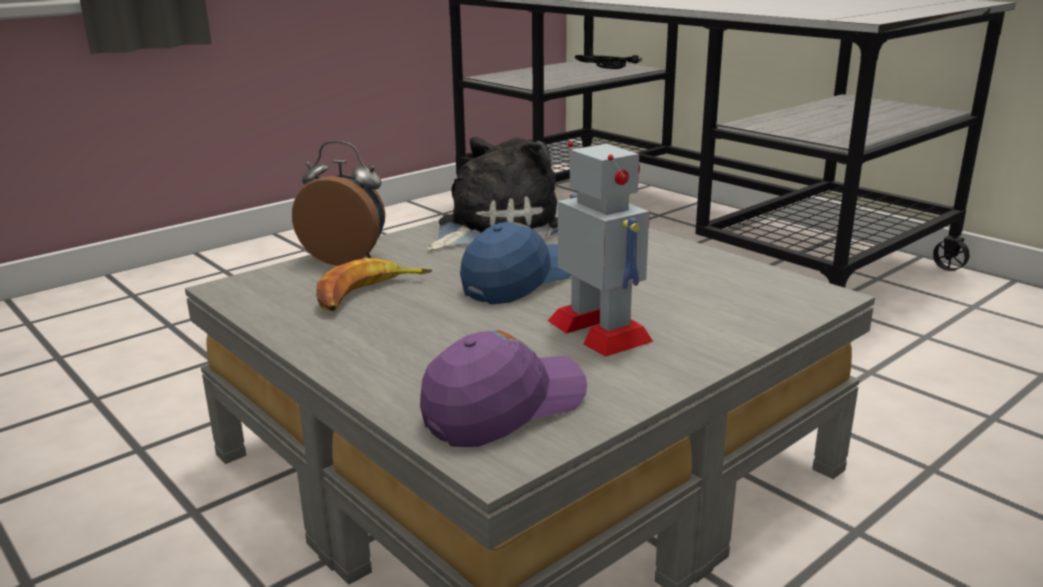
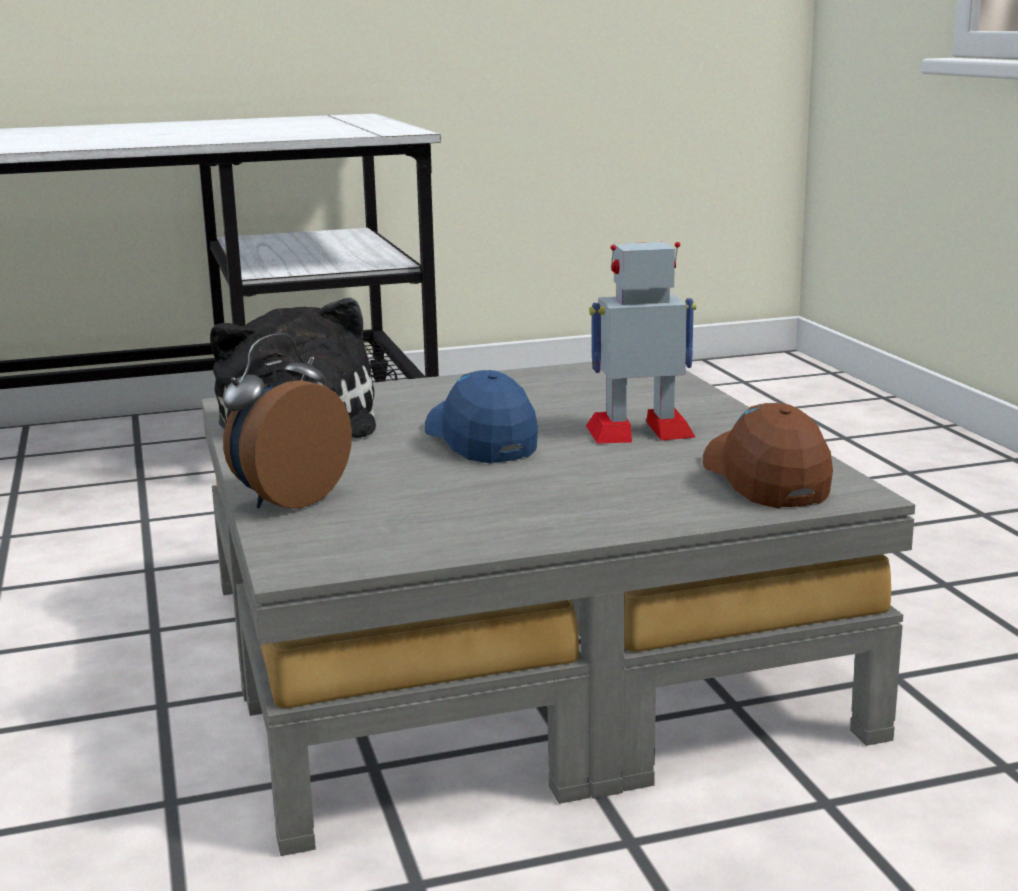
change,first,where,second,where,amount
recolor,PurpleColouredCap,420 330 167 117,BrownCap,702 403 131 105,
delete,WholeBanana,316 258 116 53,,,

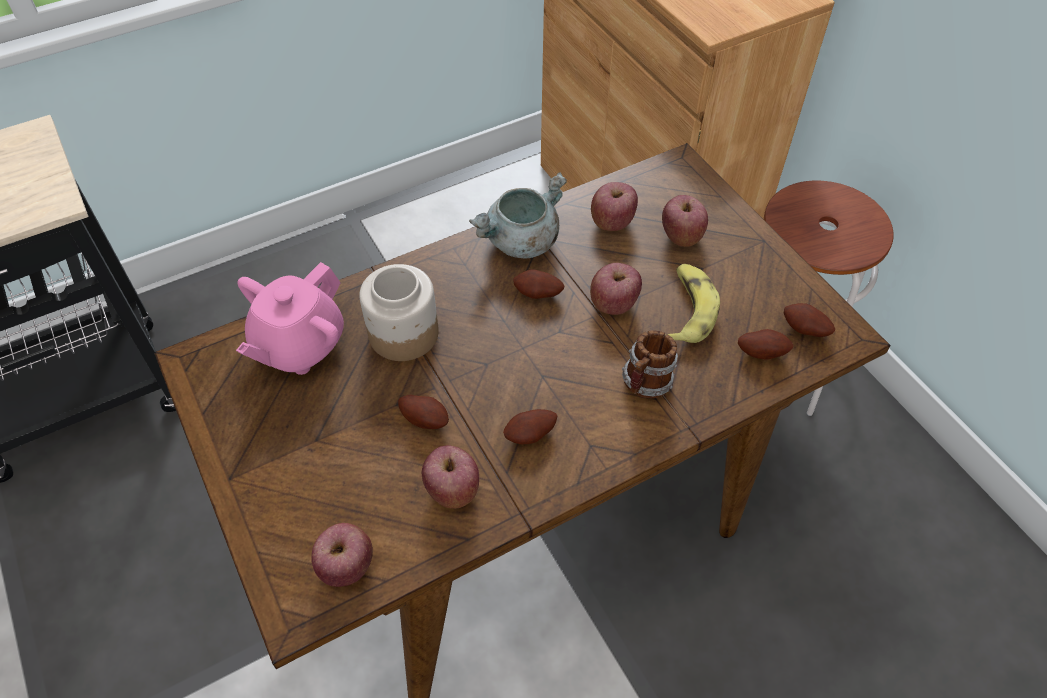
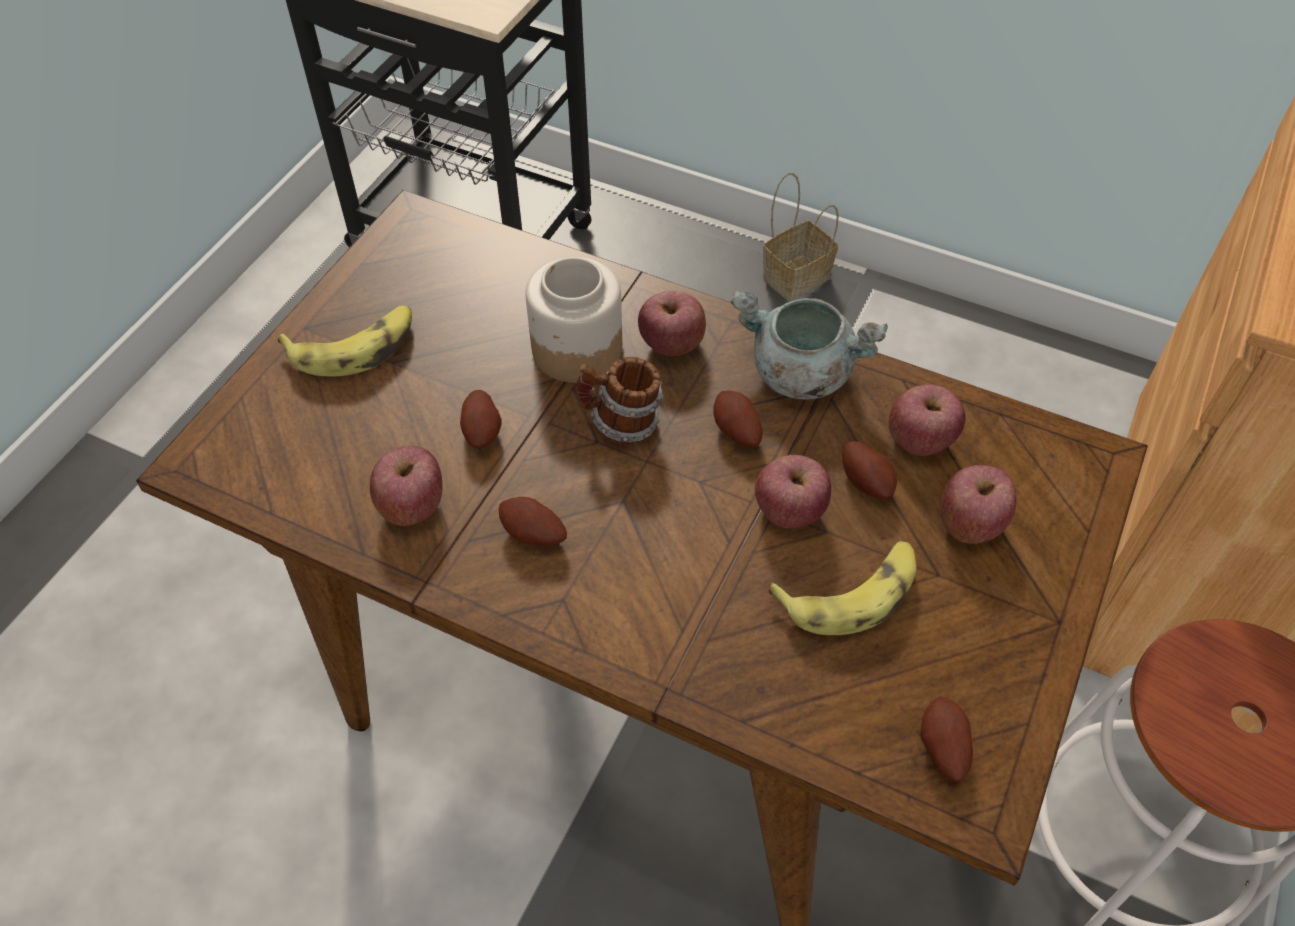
change,first,where,second,where,amount
insert,,,WholeBanana,278 305 134 71,
move,CoffeeMug,622 330 56 69,,577 357 86 88,
move,AppleFruit,311 523 62 64,,638 291 68 65,
insert,,,Basket,763 173 76 128,
move,Potato,738 329 55 30,,843 441 54 58,
delete,PinkishTeapot,236 262 108 113,,,

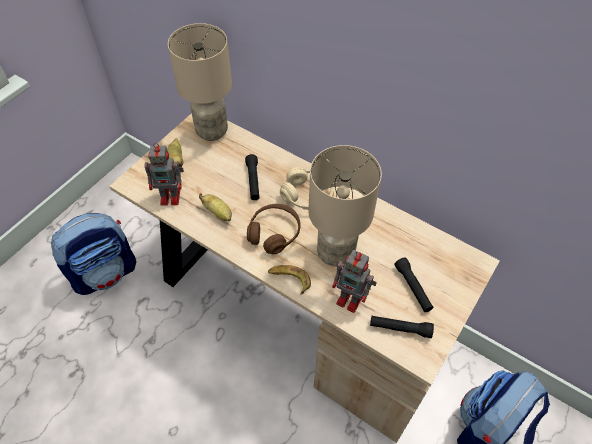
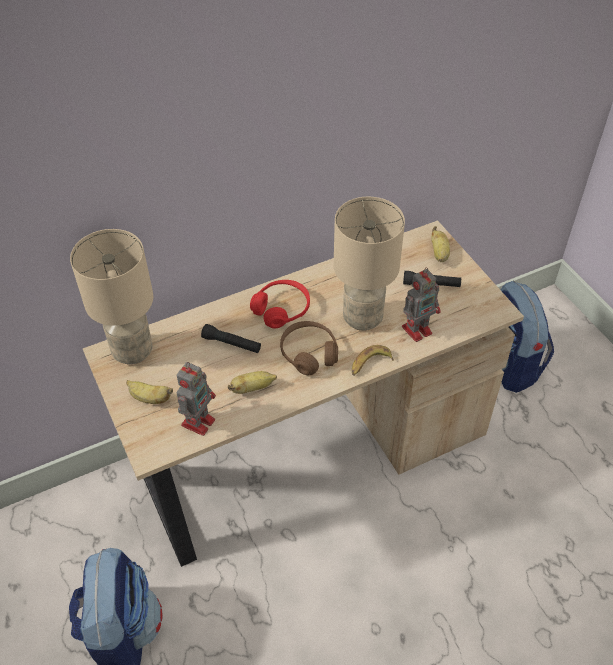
change,first,where,second,where,amount
recolor,BeigeColouredHeadset,280 167 54 43,RedColouredHeadset,250 280 60 48,
insert,,,WholeBanana,431 226 19 36,
delete,BlackishTorch,370 315 64 23,,,

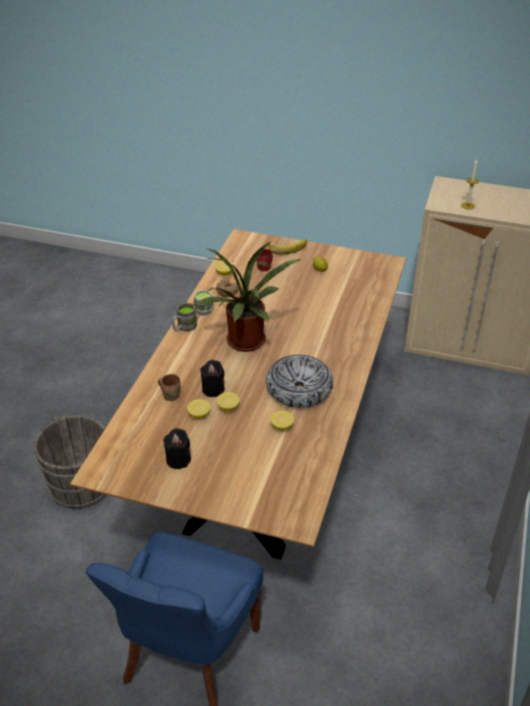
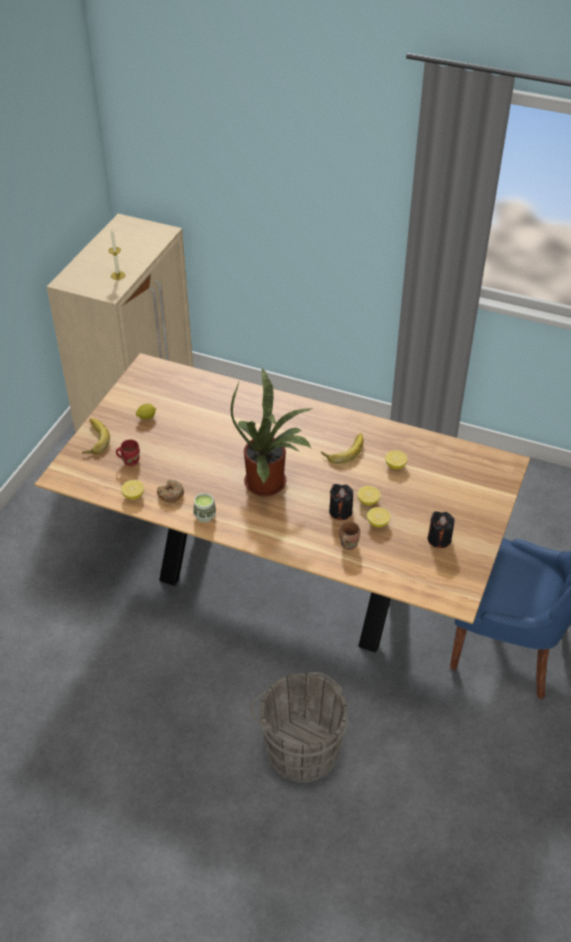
change,first,where,second,where,amount
replace,DeepDish,266 355 67 53,WholeBanana,321 433 43 31,
delete,BrownCoffeeMug,172 302 25 30,,,

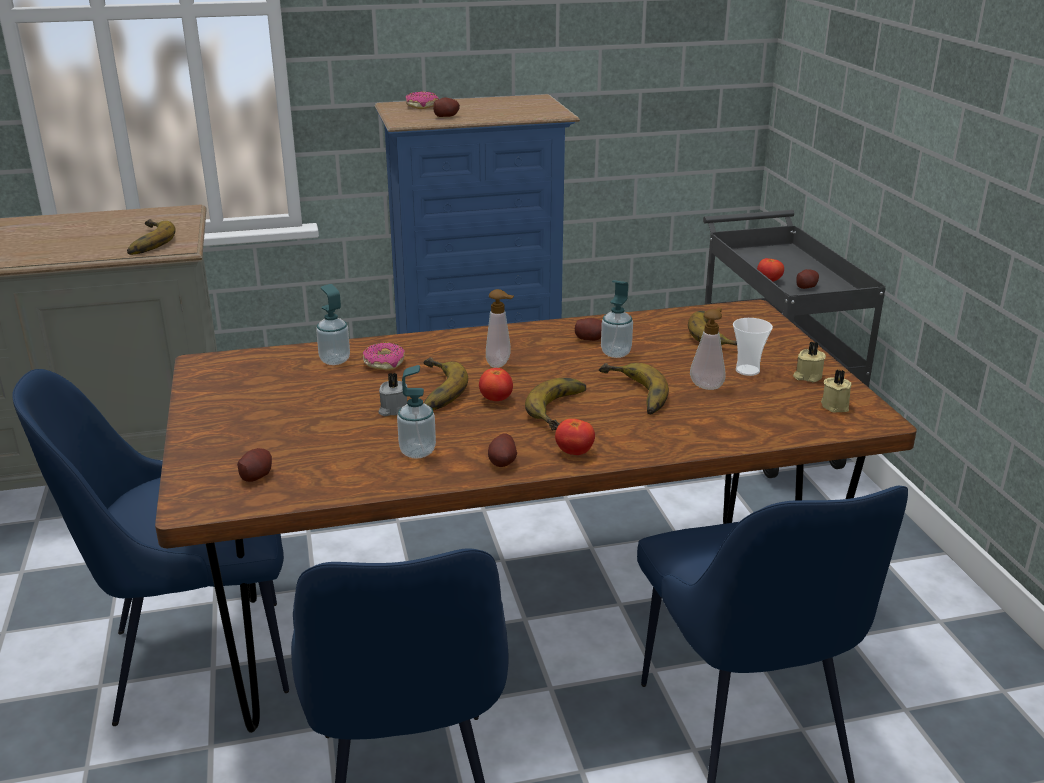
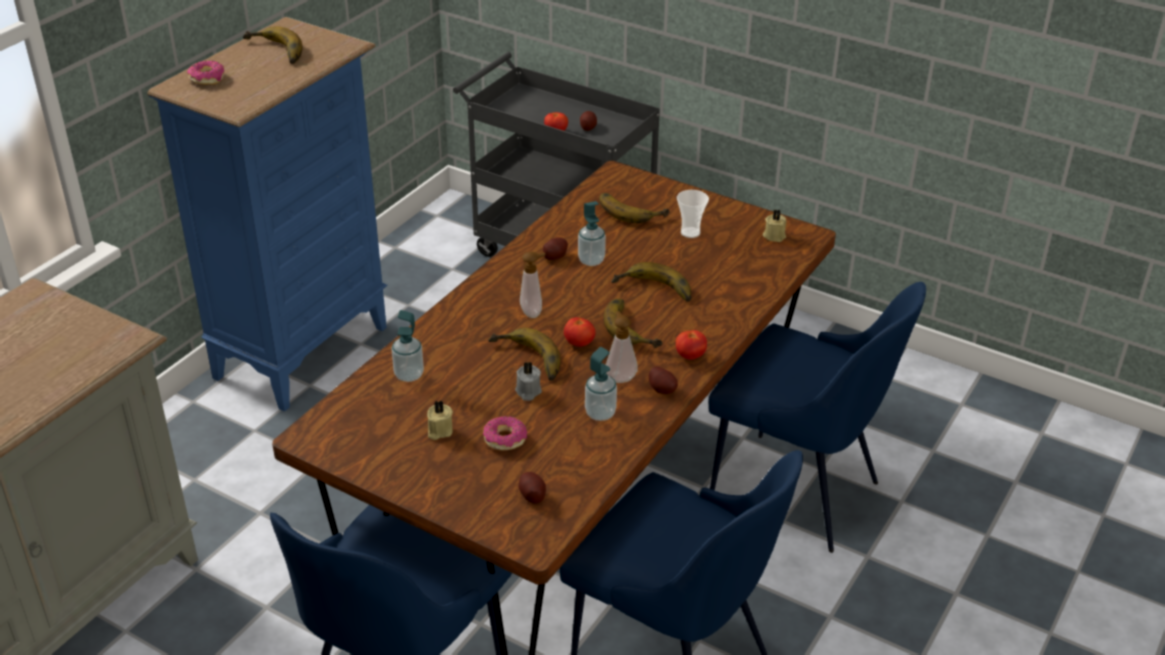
change,first,where,second,where,amount
move,WholeBanana,127 219 49 36,,243 26 60 38,
move,BeigeColouredWaxCandle,793 341 33 41,,427 401 26 39,
move,RingDoughnut,363 342 42 29,,483 416 44 34,
move,SoapBottle,690 308 36 82,,606 311 32 72,
delete,Potato,433 97 27 20,,,

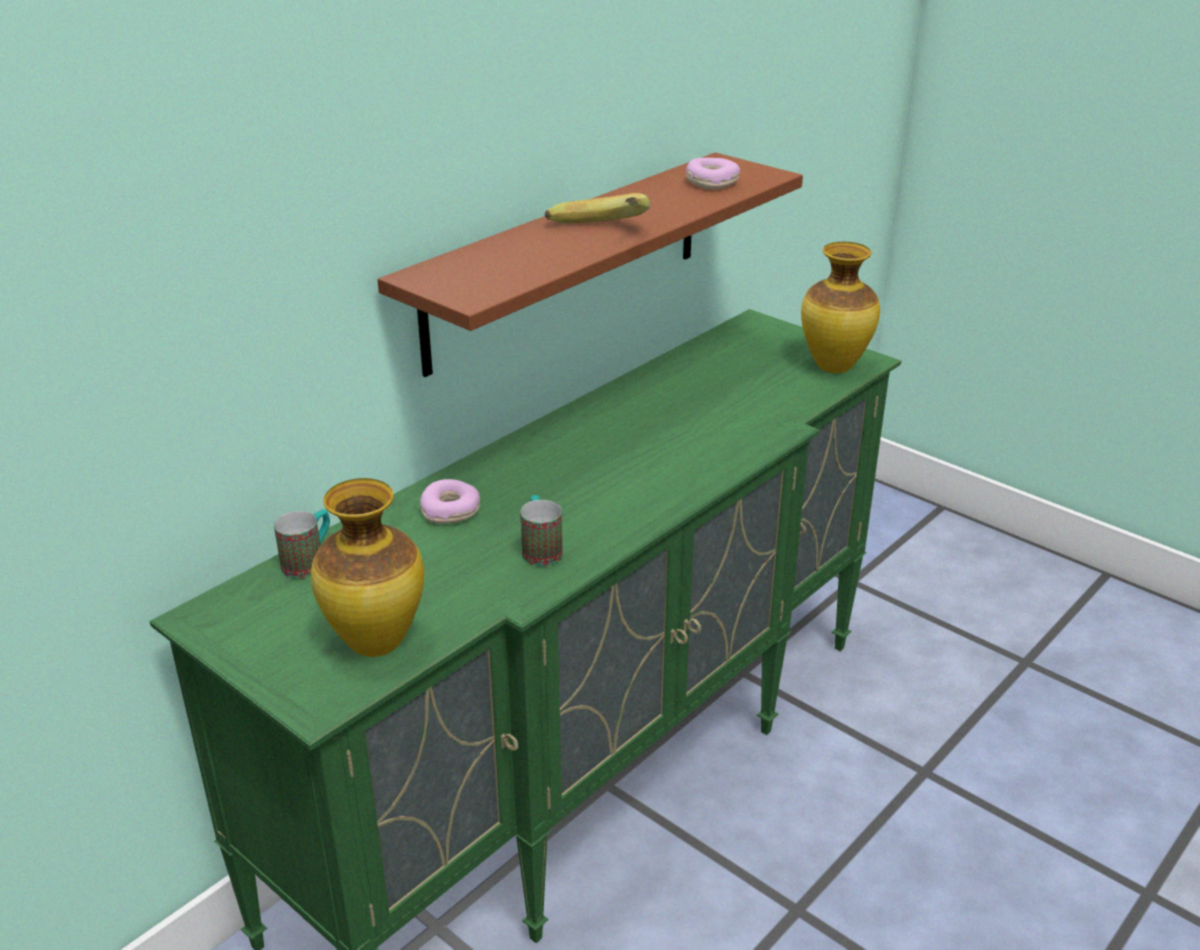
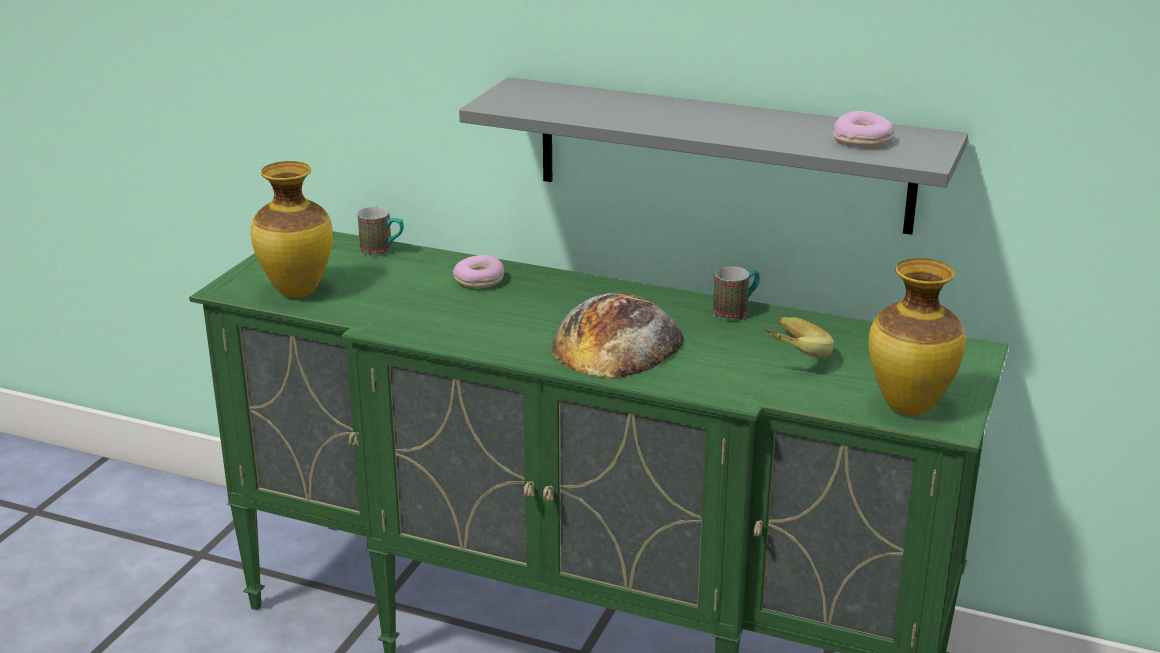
change,first,where,second,where,amount
recolor,BrownShelf,378 152 425 225,GreyShelf,459 77 509 158,
insert,,,Bread,551 292 134 87,
move,CoffeeMug,520 495 43 72,,713 266 47 55,
move,WholeBanana,545 193 105 30,,762 317 72 41,

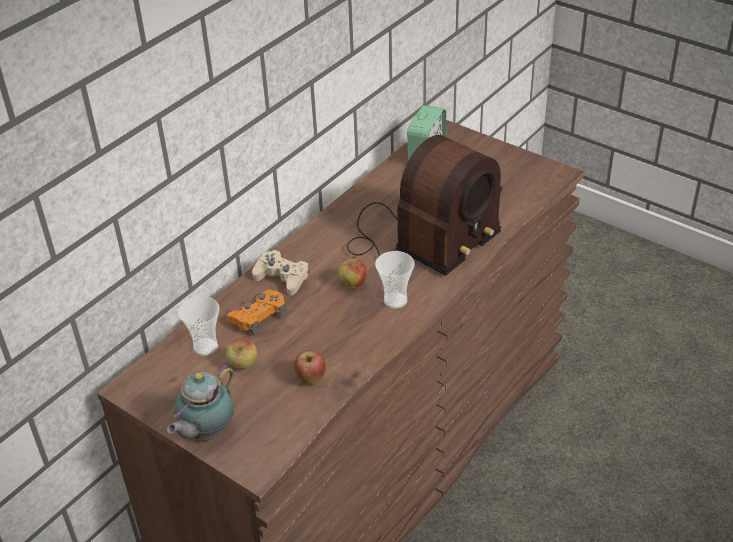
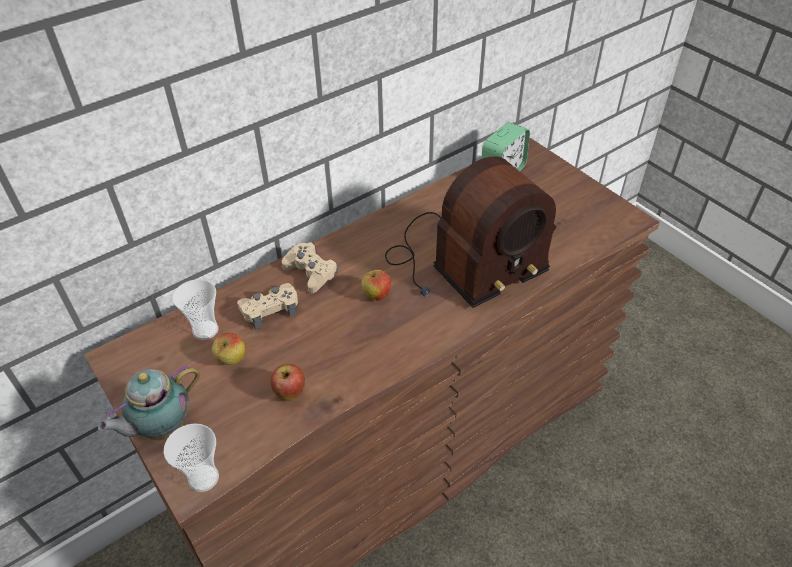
change,first,where,second,where,amount
move,DrinkingCup,375 251 40 58,,164 423 55 69,
recolor,OrangeColouredJoypad,227 290 59 46,BeigeColouredJoypad,237 283 61 47,

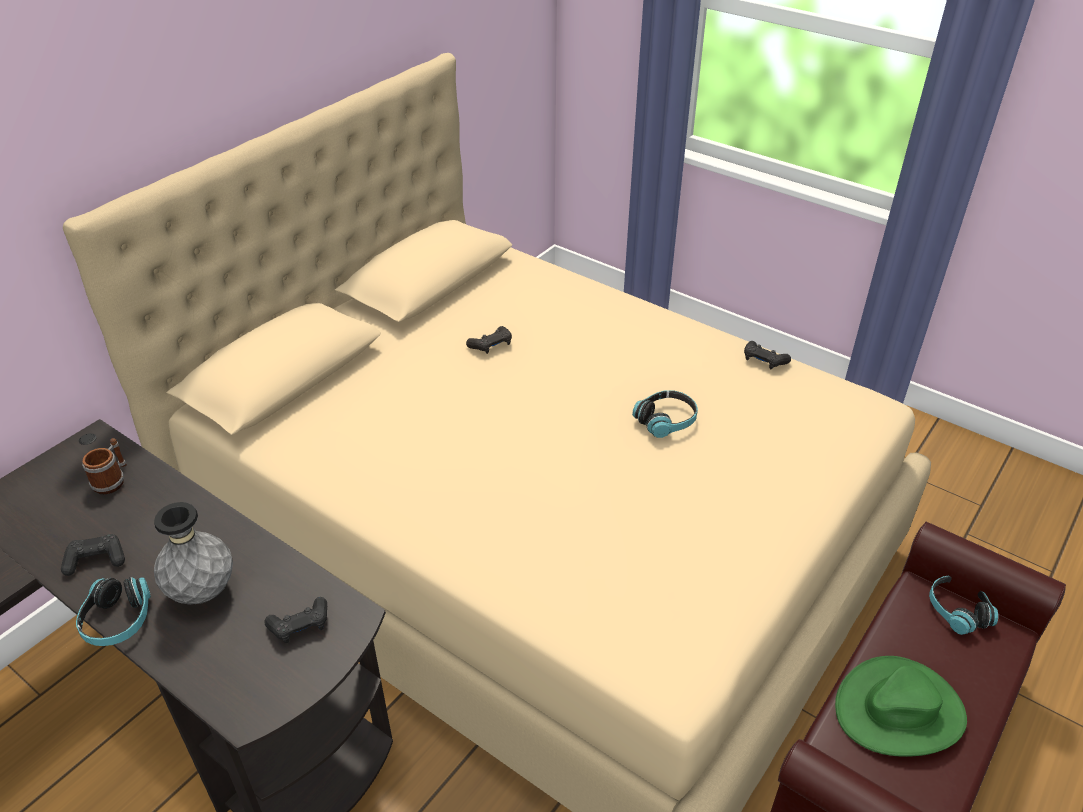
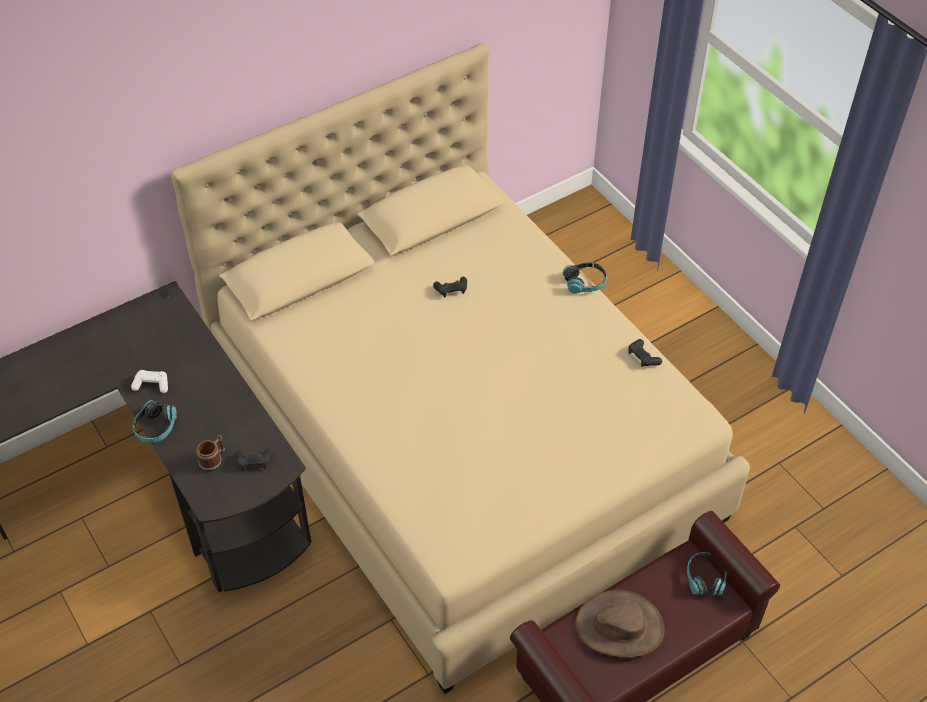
change,first,where,second,where,amount
recolor,BlackishJoypad,61 534 64 42,WhitishJoypad,131 370 37 23,
move,CoffeeMug,82 438 45 56,,196 434 29 38,
move,Headset,632 390 66 48,,563 262 44 32,
recolor,GreenColouredClothingHat,835 656 132 101,BrownClothingHat,575 589 90 69,
delete,GreyVase,154 502 79 103,,,

